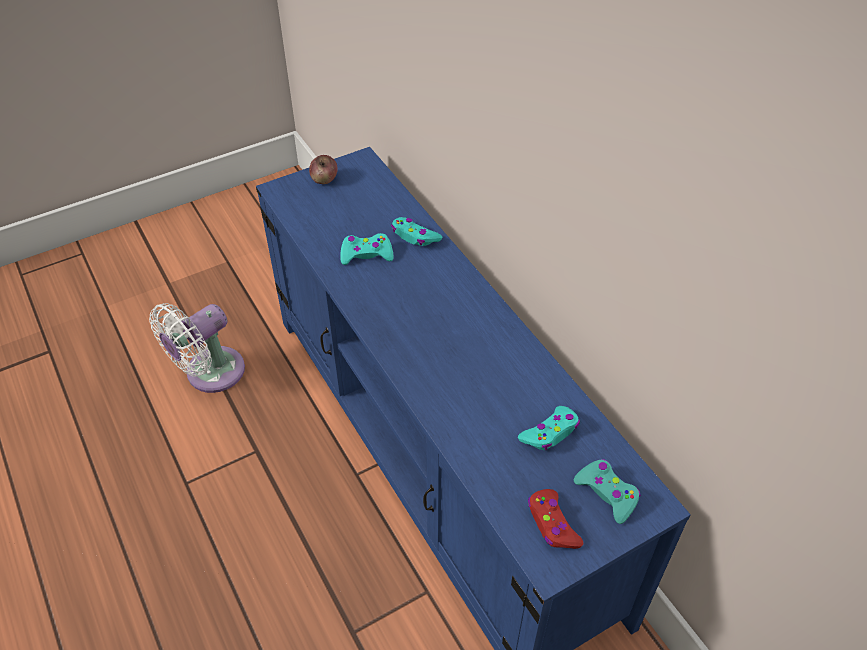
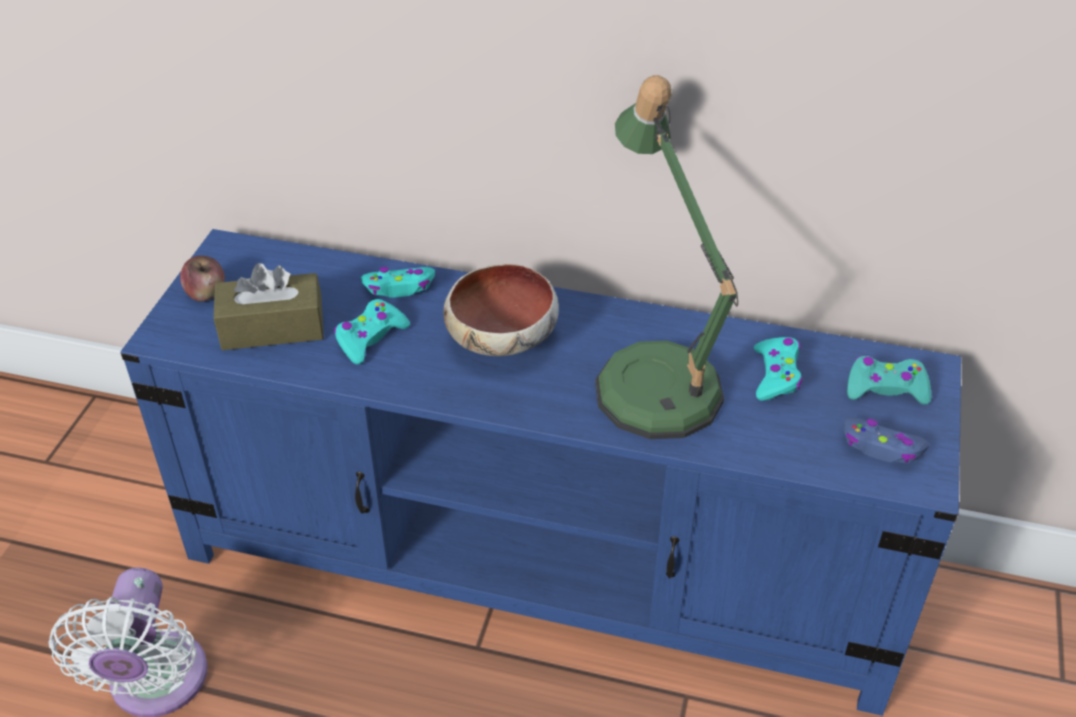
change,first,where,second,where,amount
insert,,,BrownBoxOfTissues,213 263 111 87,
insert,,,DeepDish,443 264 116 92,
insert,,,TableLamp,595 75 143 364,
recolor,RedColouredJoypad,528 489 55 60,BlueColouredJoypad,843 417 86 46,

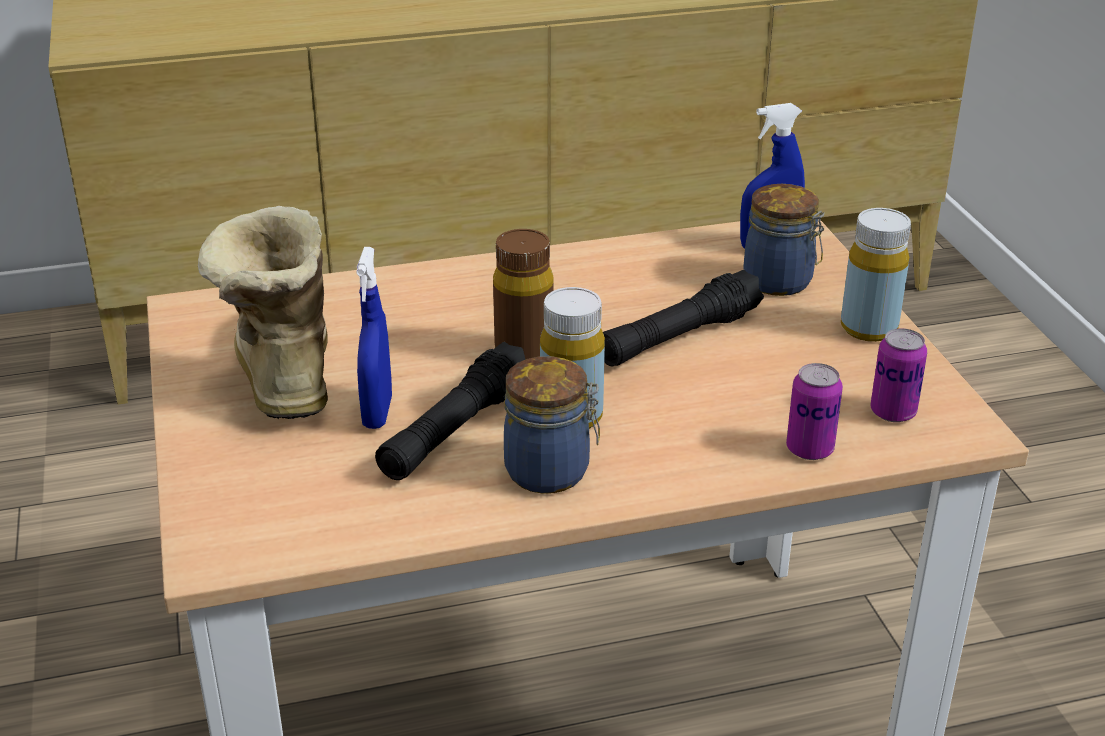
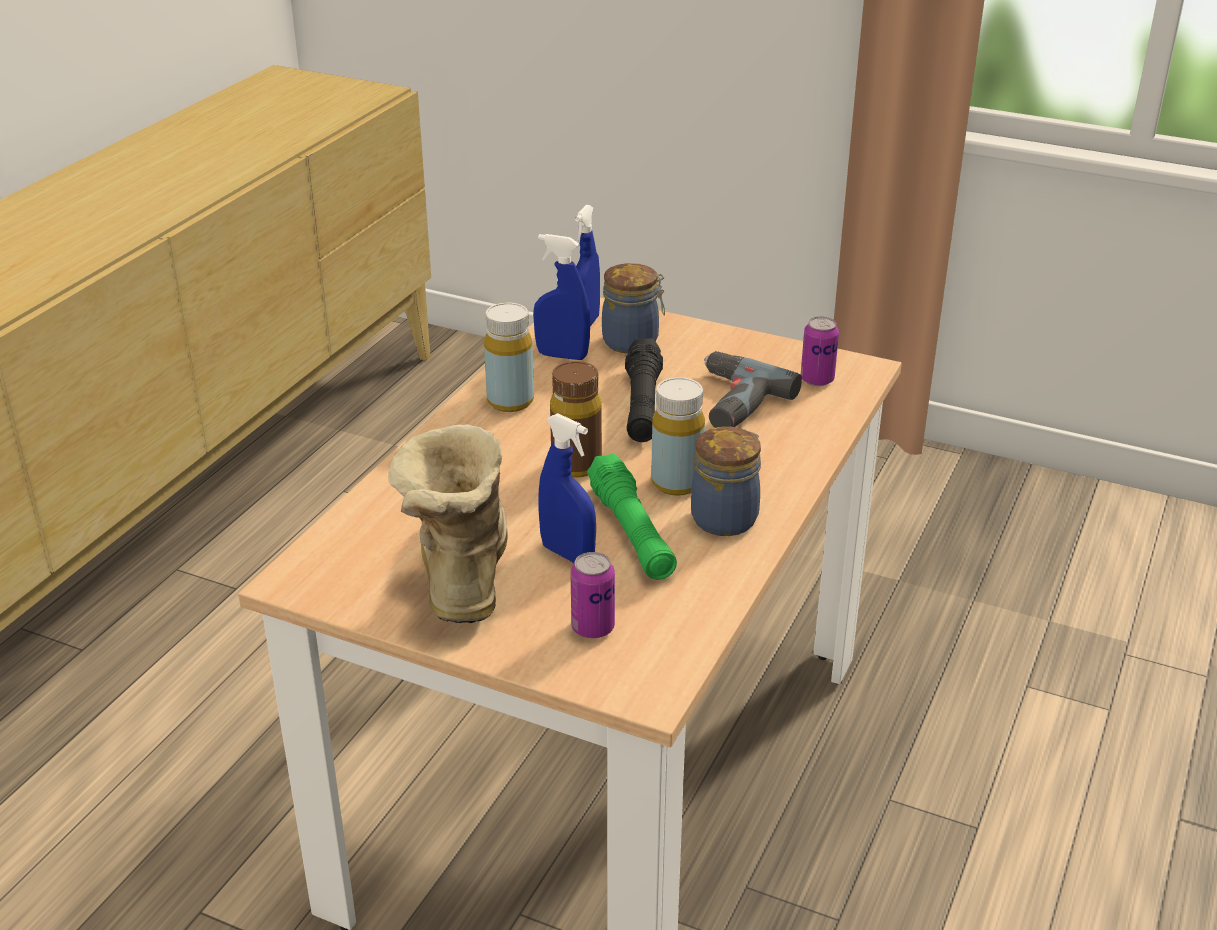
change,first,where,second,where,amount
rotate,HighTopBoot,198 206 130 213,,388 424 120 199,60 degrees clockwise
move,YellowishBottle,841 208 70 134,,484 303 50 109,
insert,,,BlueColouredSprayBottle,533 234 57 126,
move,SealedCan,786 363 57 97,,571 552 44 86,
recolor,BlackishTorch,375 342 151 138,GreenColouredTorch,587 453 90 127,
insert,,,PowerDrill,704 351 98 77,

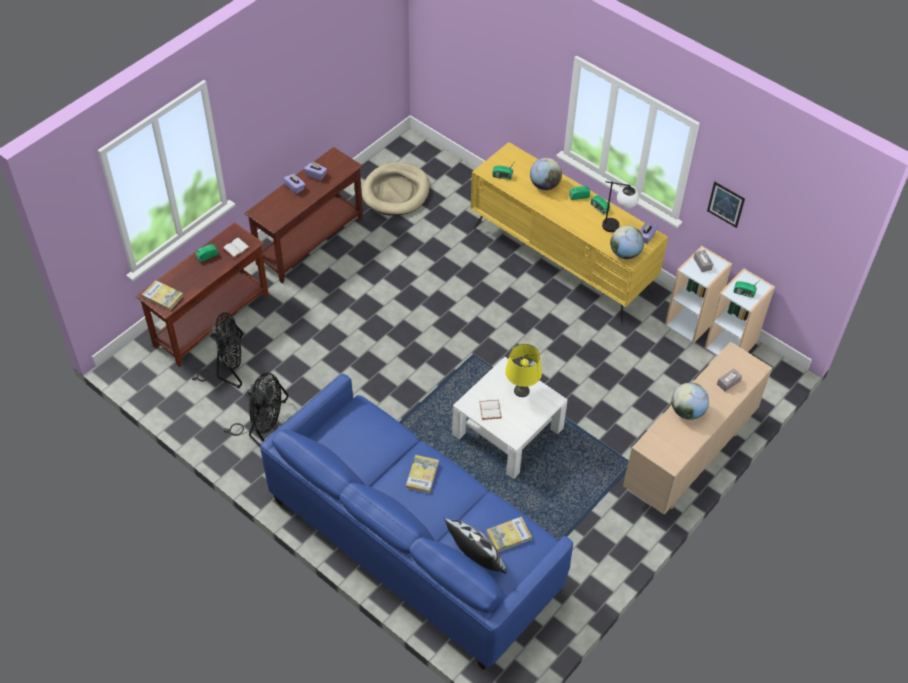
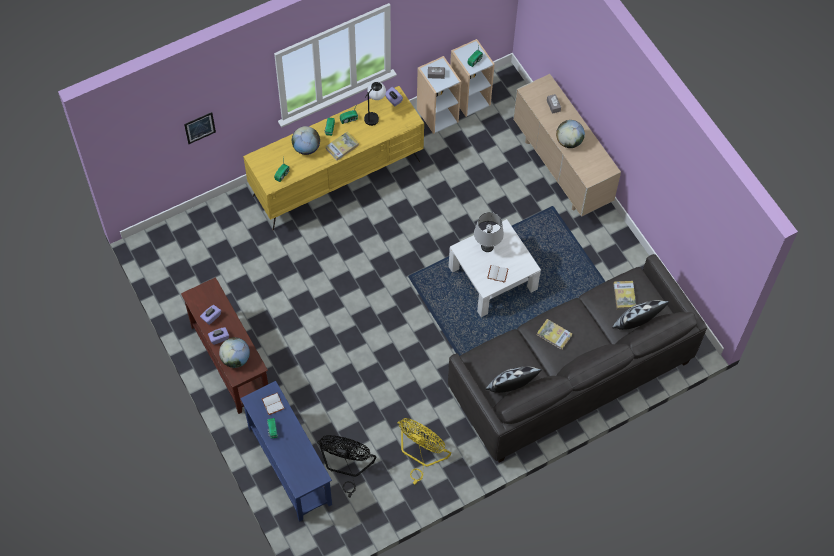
change,first,where,second,where,amount
move,WallPicture,707 182 38 46,,184 112 32 32,
move,DeskGlobe,610 226 34 33,,219 337 31 31,
recolor,BrownConsoleTable,136 222 133 145,BlueColouredConsoleTable,240 381 92 141,
move,Book,142 280 41 31,,325 132 34 28,
recolor,BlackishCoolingFan,223 372 65 74,YellowishCoolingFan,397 418 54 67,
recolor,BlueColouredSofa,260 374 313 296,GreySofa,448 254 259 209,
recolor,YellowishTableLamp,505 344 37 53,GreyTableLamp,474 212 30 40,
insert,,,Cushion,486 366 56 27,
delete,BeigeColouredDogCushion,362 162 68 53,,,

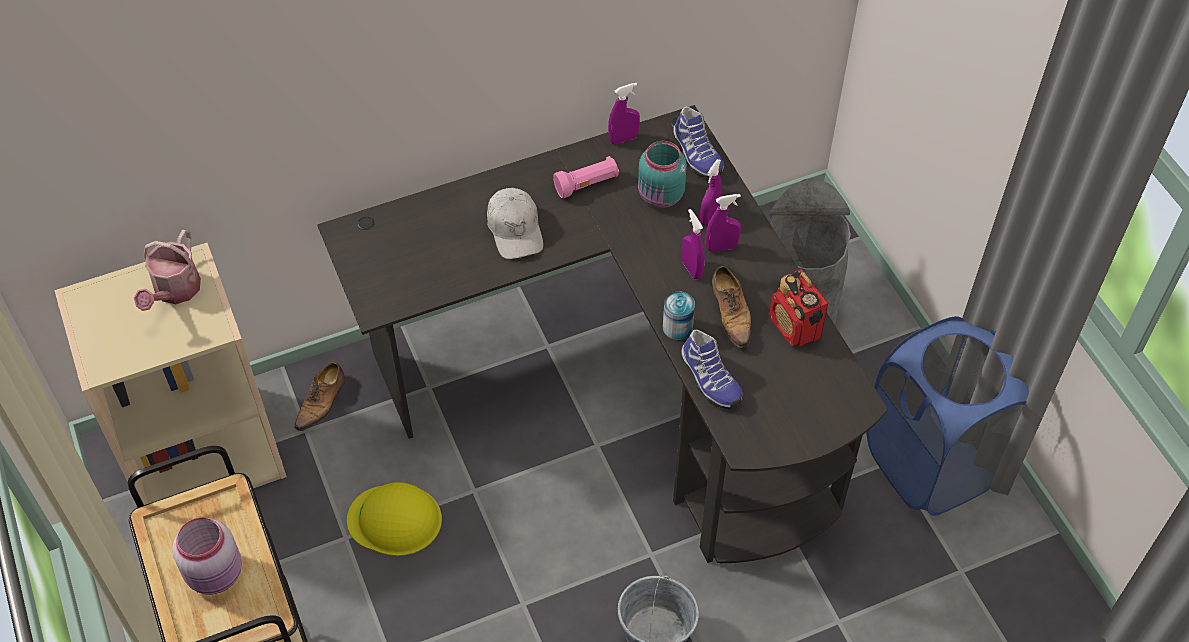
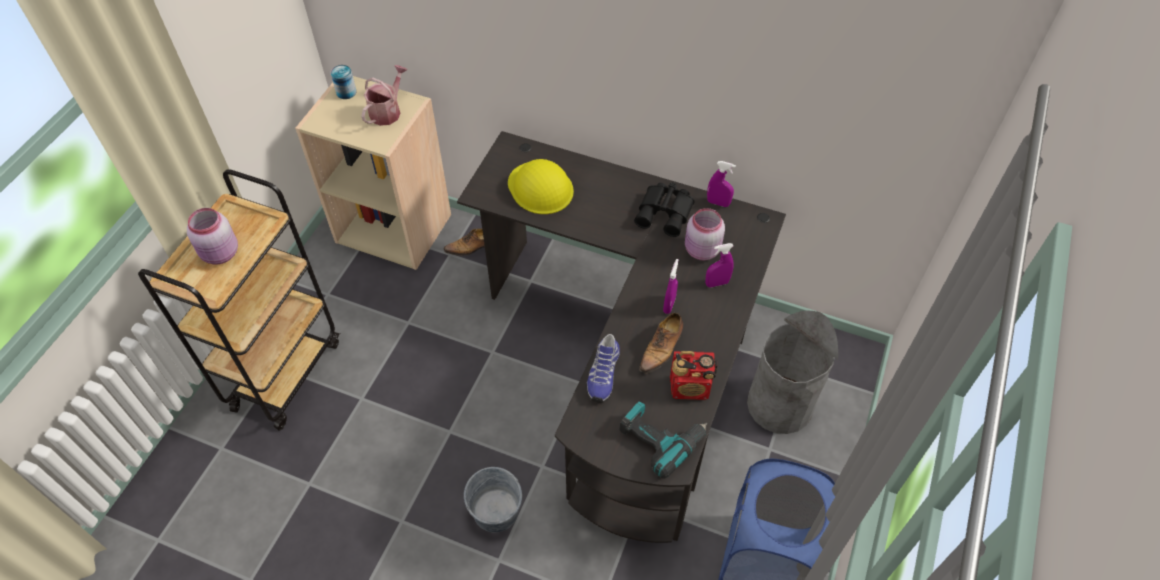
change,first,where,second,where,amount
move,SealedCan,663 291 32 49,,331 65 26 34,
rotate,SprinklingCan,134 230 67 81,,361 65 47 61,150 degrees clockwise
move,YellowishSafetyHelmet,347 482 95 74,,508 159 66 55,
insert,,,PowerDrill,620 401 87 78,
replace,PinkishTorch,553 156 66 42,BlackishFieldGlasses,634 183 60 54,
rotate,Radio,769 269 59 78,,670 351 47 49,105 degrees counterclockwise
recolor,TurquoiseJar,638 141 49 67,PinkishJar,685 208 40 52,
delete,WhitishCap,487 188 56 71,,,
delete,Shoe,673 107 51 71,,,
delete,PurpleColouredSprayBottle,706 194 35 58,,,

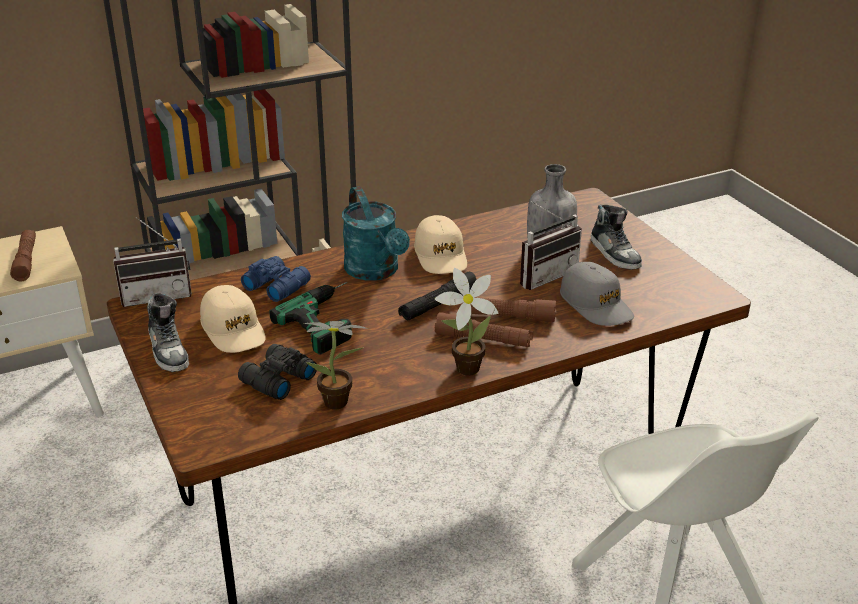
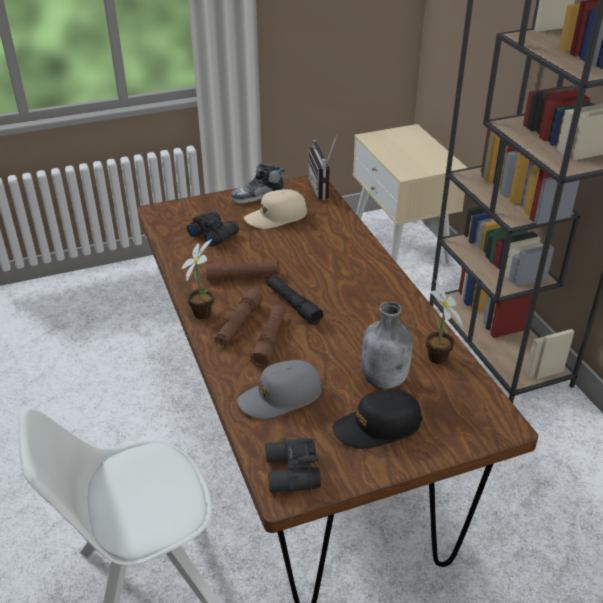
change,first,where,second,where,amount
move,BrownTorch,10 230 26 52,,206 261 74 19,
insert,,,BlackishFieldGlasses,265 438 56 55,
replace,Shoe,591 205 51 65,BlackishCap,333 390 89 59,
move,PottedPlant,303 321 66 88,,426 280 37 84,
delete,BlueColouredFieldGlasses,241 256 70 46,,,
delete,PowerDrill,270 282 82 73,,,
delete,TurquoiseSprinklingCan,342 186 68 94,,,
delete,BeigeColouredCap,414 215 53 59,,,
delete,Radio,520 201 62 89,,,

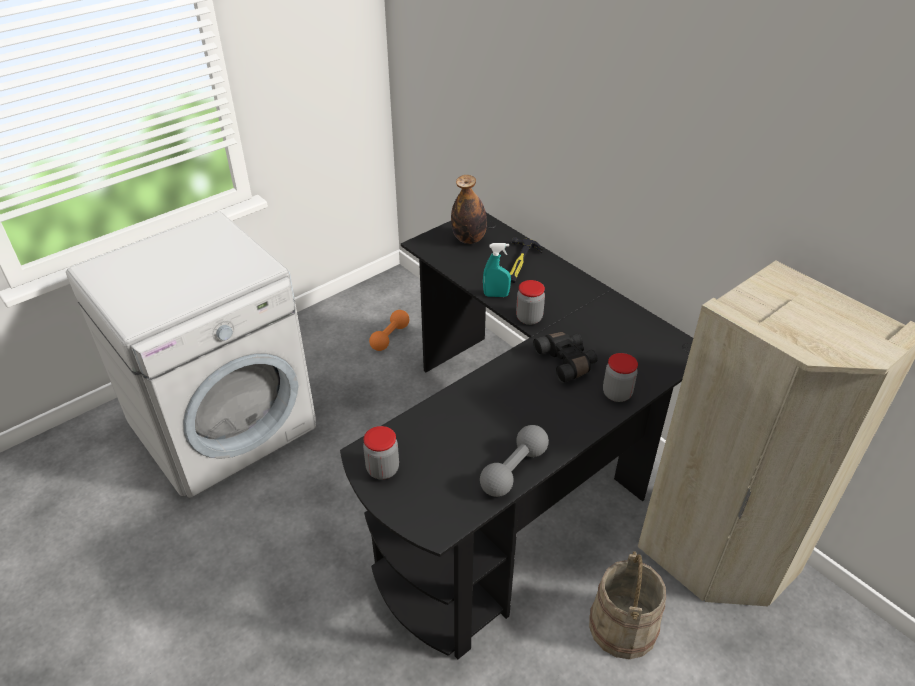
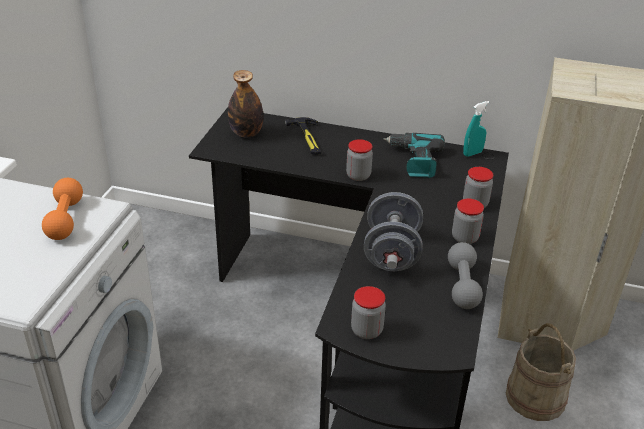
change,first,where,second,where,amount
move,OrangeColouredHandWeight,369 310 40 41,,42 178 41 62,
insert,,,GreyHandWeight,364 192 59 79,
insert,,,PowerDrill,383 133 62 45,
insert,,,Jar,452 199 32 45,
move,TurquoiseSprayBottle,483 243 28 54,,463 101 26 56,
delete,BlackishFieldGlasses,533 332 65 51,,,

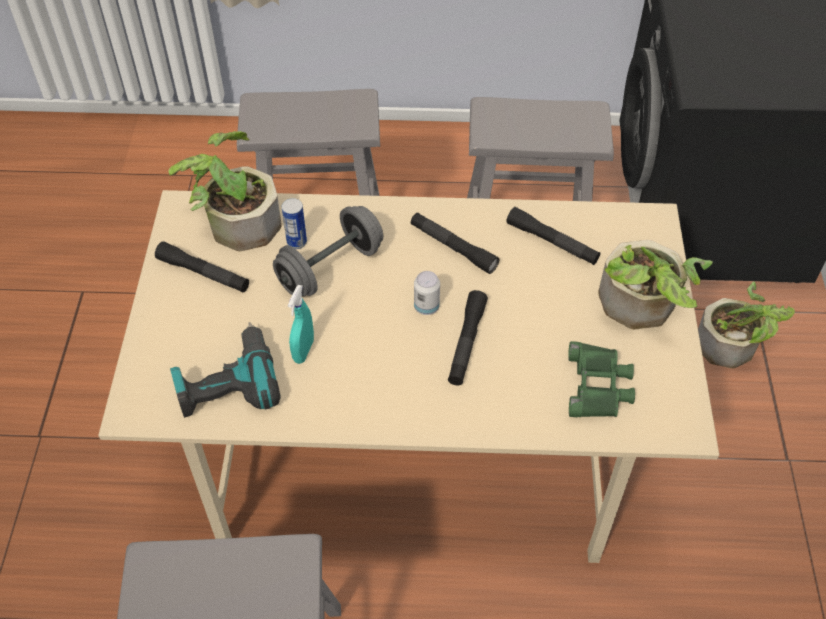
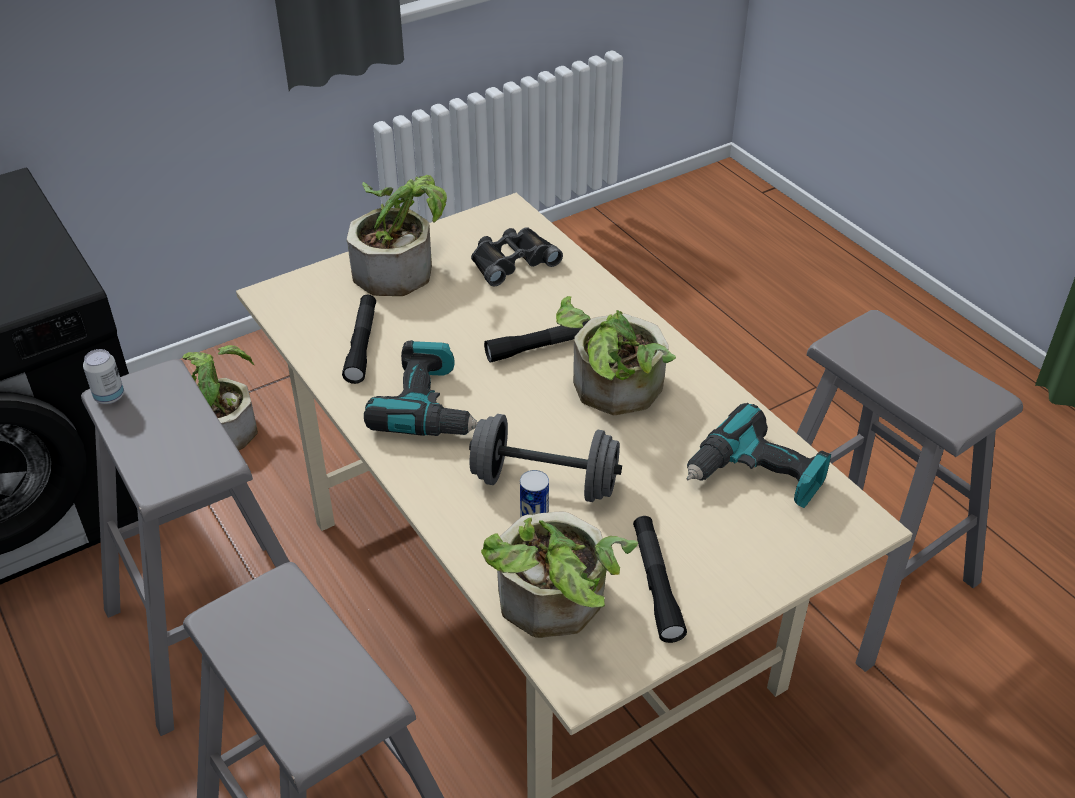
change,first,where,second,where,amount
move,SealedCan,414 271 26 44,,83 349 41 55,
replace,BlackishTorch,411 213 88 61,PowerDrill,364 340 114 96,
recolor,GreenColouredFieldGlasses,568 341 67 76,BlackishFieldGlasses,471 227 92 60,
insert,,,PottedPlant,556 296 120 119,
delete,TurquoiseSprayBottle,288 285 26 79,,,

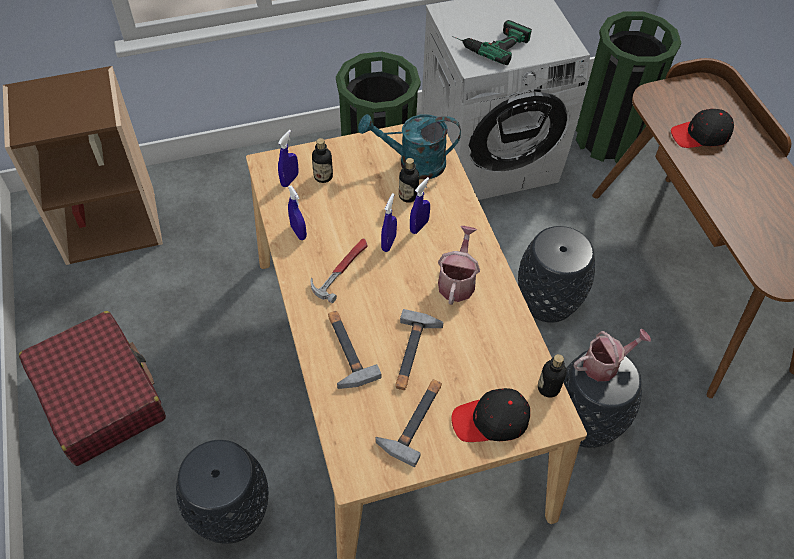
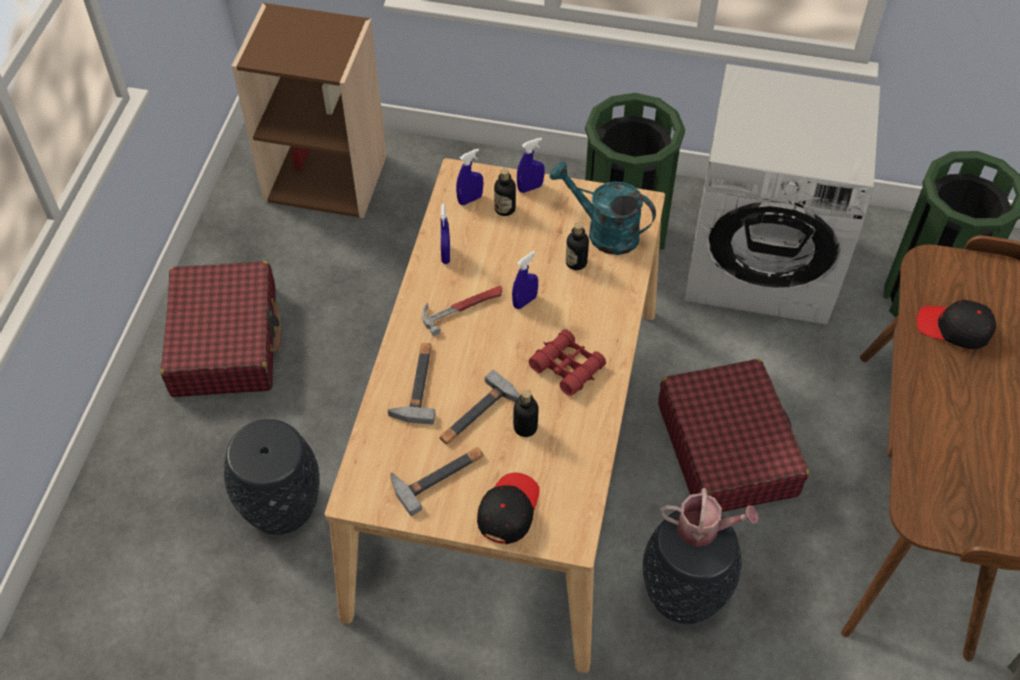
change,first,where,second,where,amount
rotate,BlackishCap,452 388 78 54,,477 473 63 71,90 degrees clockwise
move,Bottle,538 354 29 44,,513 390 26 47,
move,BlueColouredSprayBottle,410 177 20 57,,517 138 28 55,
replace,SprinklingCan,438 226 42 79,RedColouredFieldGlasses,529 329 77 67,
replace,BlackishStoolSeat,518 226 77 97,RedColouredTravelCase,658 359 151 153,
delete,PowerDrill,452 20 80 45,,,

